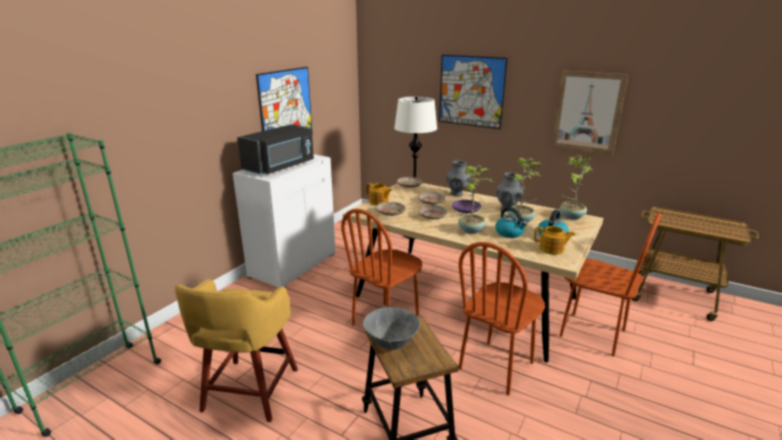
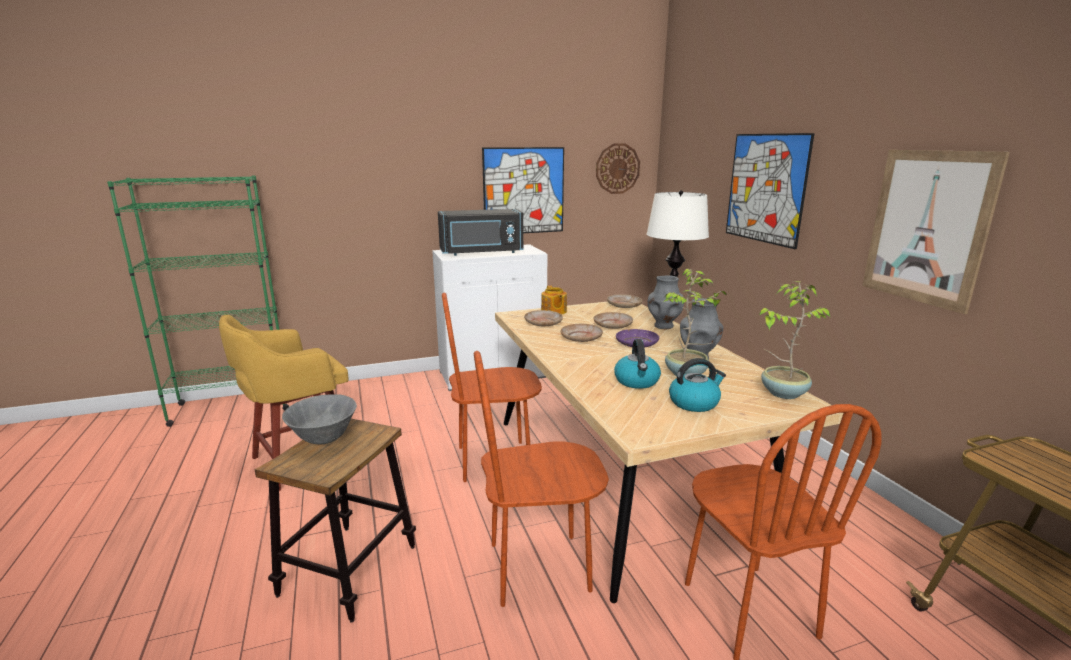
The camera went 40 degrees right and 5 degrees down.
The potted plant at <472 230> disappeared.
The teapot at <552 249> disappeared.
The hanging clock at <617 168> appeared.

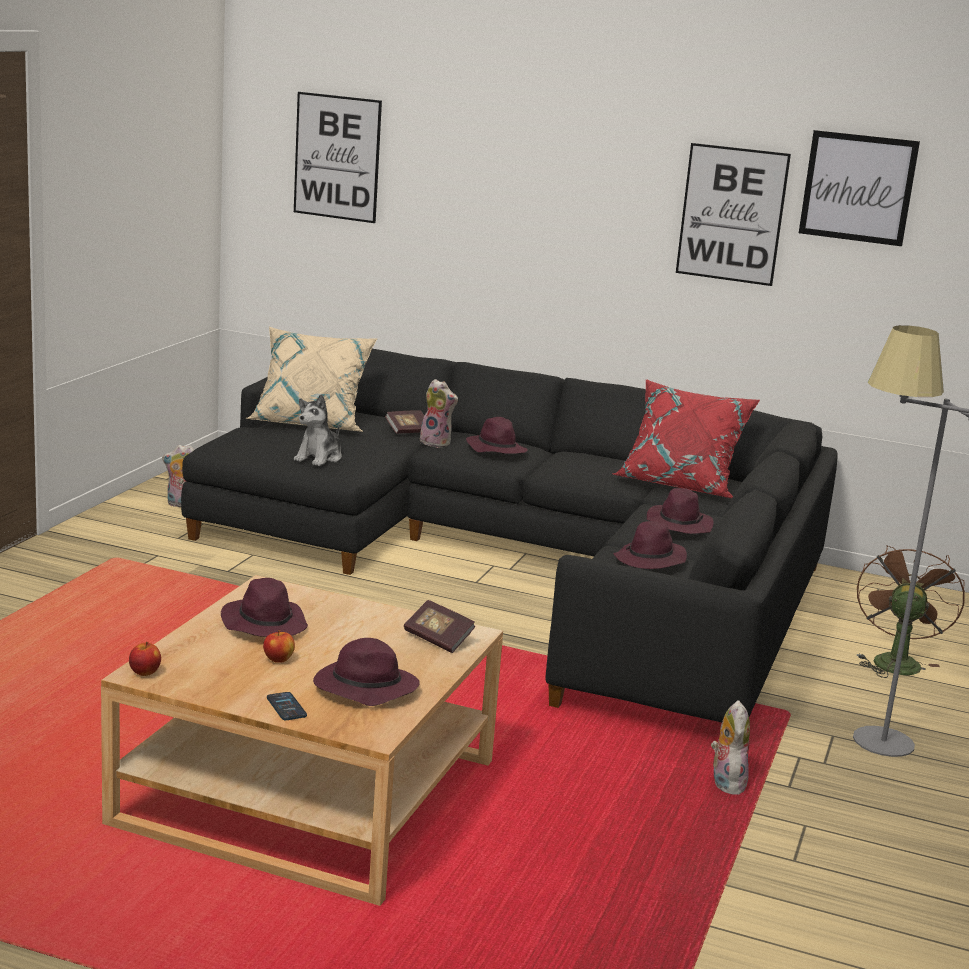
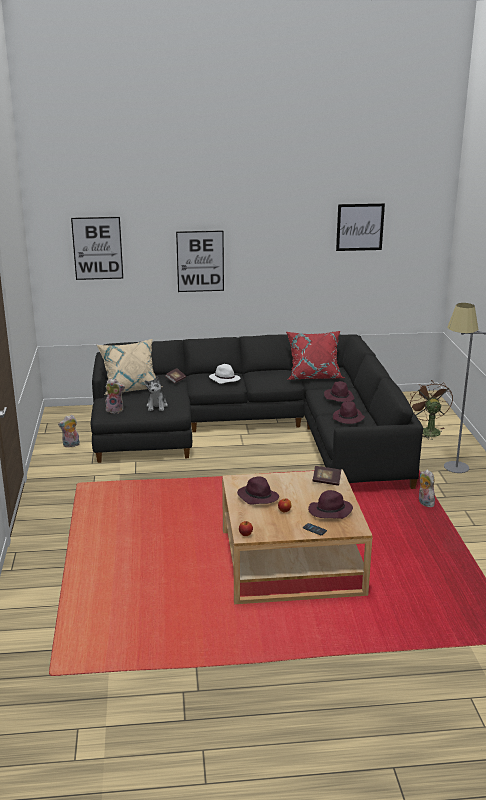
The camera went 25 degrees left and 5 degrees up.
The cuddly toy moved from <437 443> to <115 410>.
The picture moved from <732 214> to <200 261>.
The purple wearable hat at <495 449> became the white-coloured wearable hat at <224 379>.

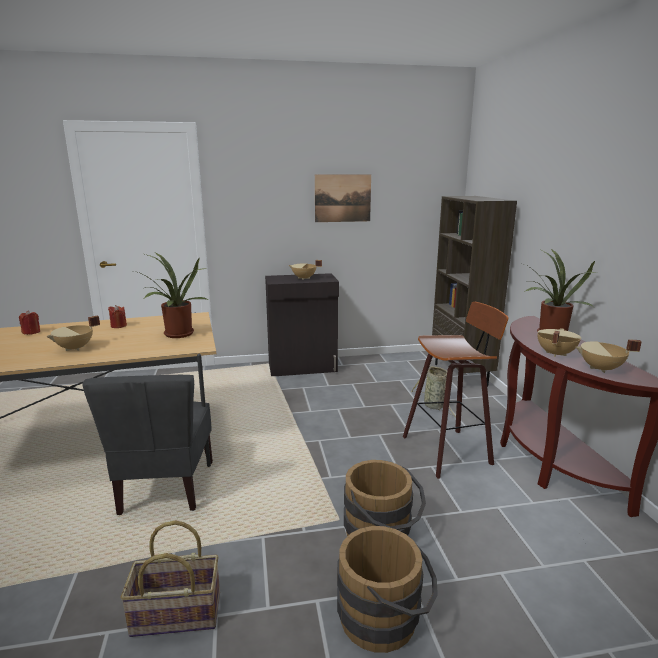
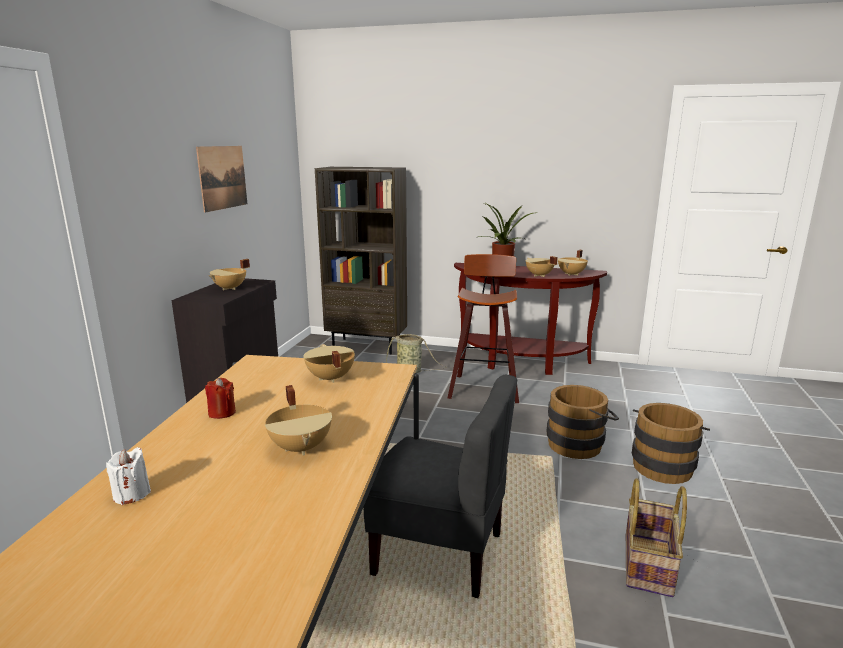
The camera went 65 degrees left and 0 degrees up.
The potted plant at <176 335> was replaced by the sand-coloured saucepot at <329 378>.
The red-coloured wax candle at <31 332> became the white-coloured wax candle at <132 494>.

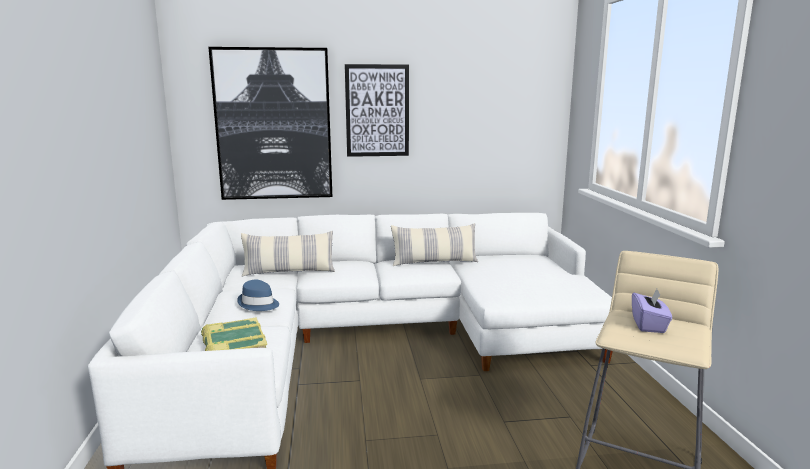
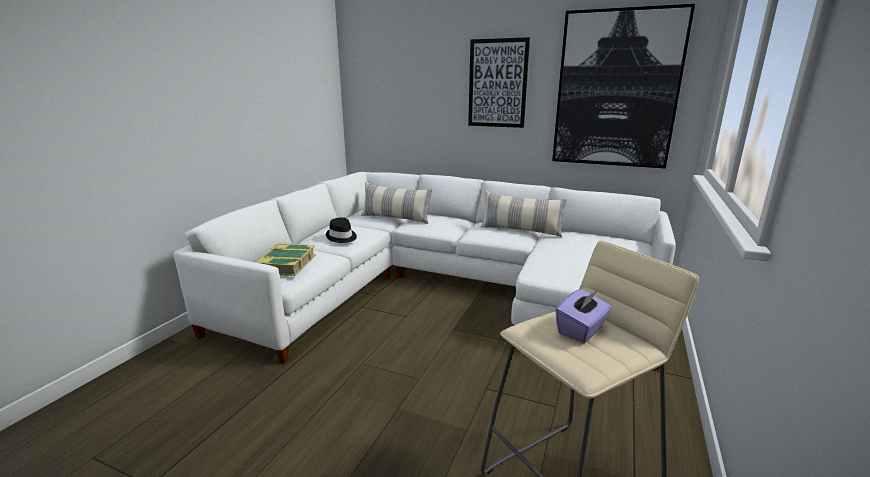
The camera went 30 degrees right and 5 degrees up.
The picture moved from <273 125> to <616 90>.
The bluish wearable hat at <258 304> became the black-coloured wearable hat at <341 237>.

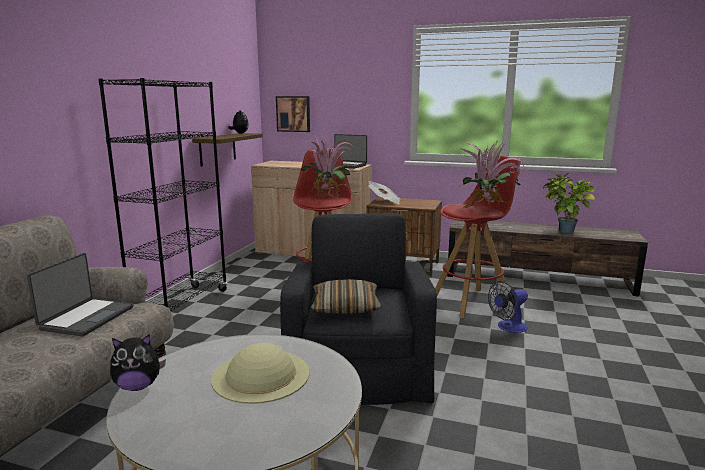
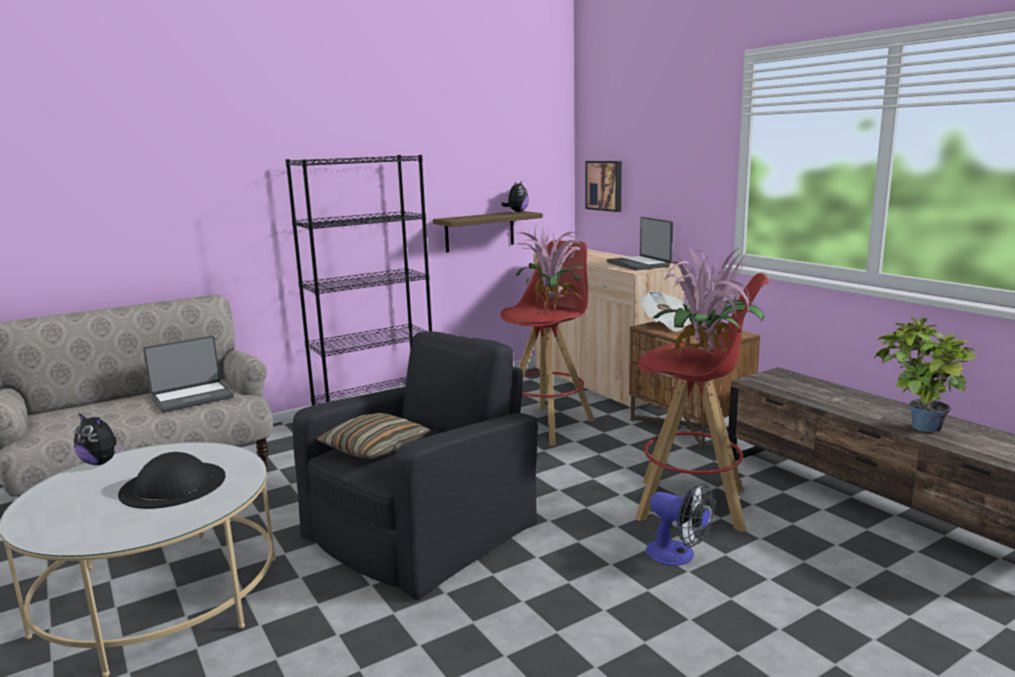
The camera went 40 degrees right and 0 degrees up.
The sand-coloured wearable hat at <260 375> became the black-coloured wearable hat at <173 484>.
The fan at <508 327> turned 150 degrees counterclockwise.

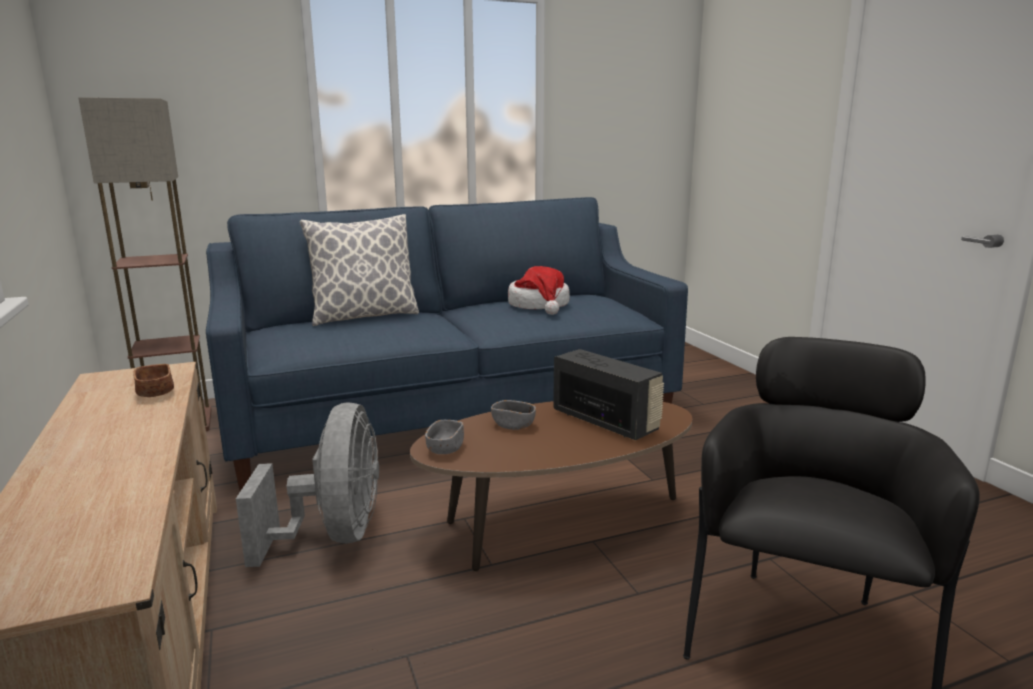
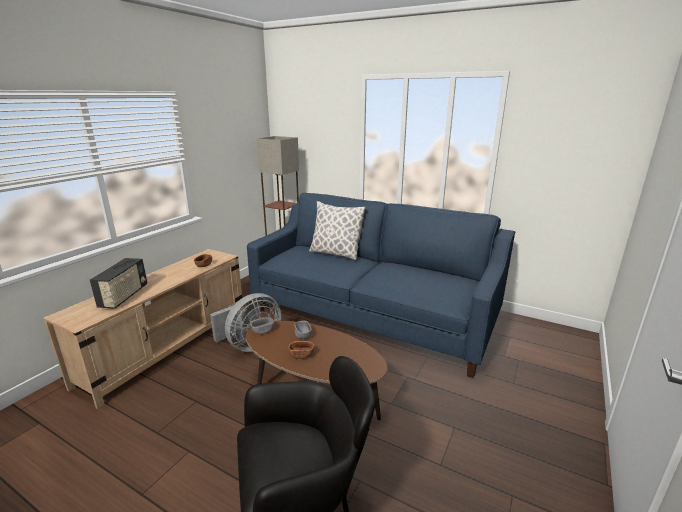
The camera went 50 degrees right and 5 degrees up.
The wearable hat at <539 305> disappeared.
The brownish deep dish at <301 355> appeared.
The radio moved from <605 422> to <124 296>.

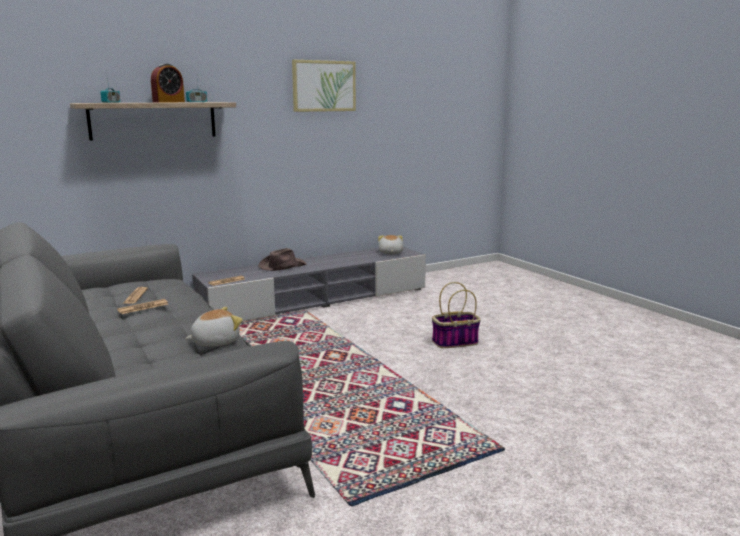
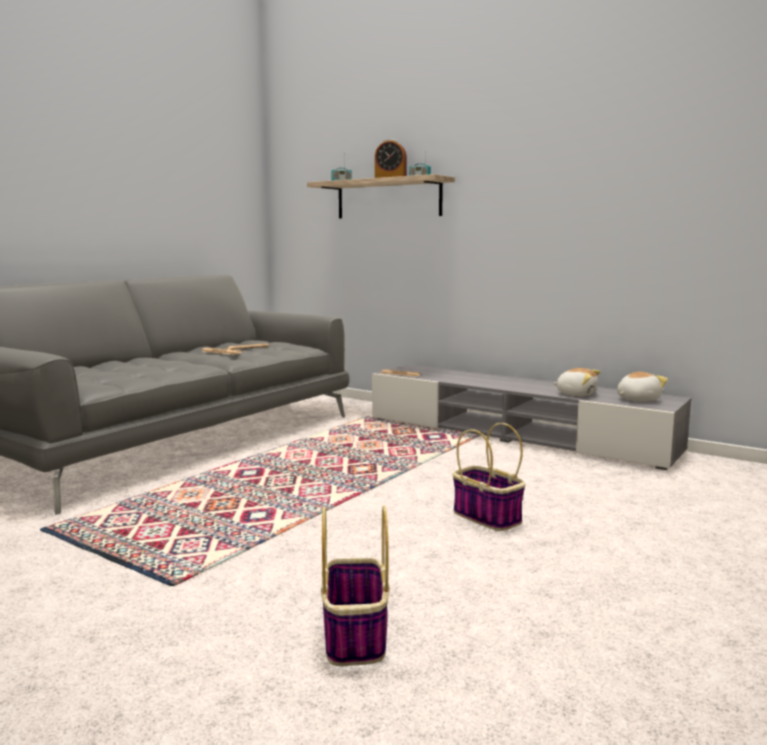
The camera went 65 degrees right and 5 degrees down.
The brownish wearable hat at <281 266> disappeared.
The picture at <324 86> disappeared.
The storage basket at <355 637> appeared.
The cuddly toy moved from <215 342> to <576 394>.

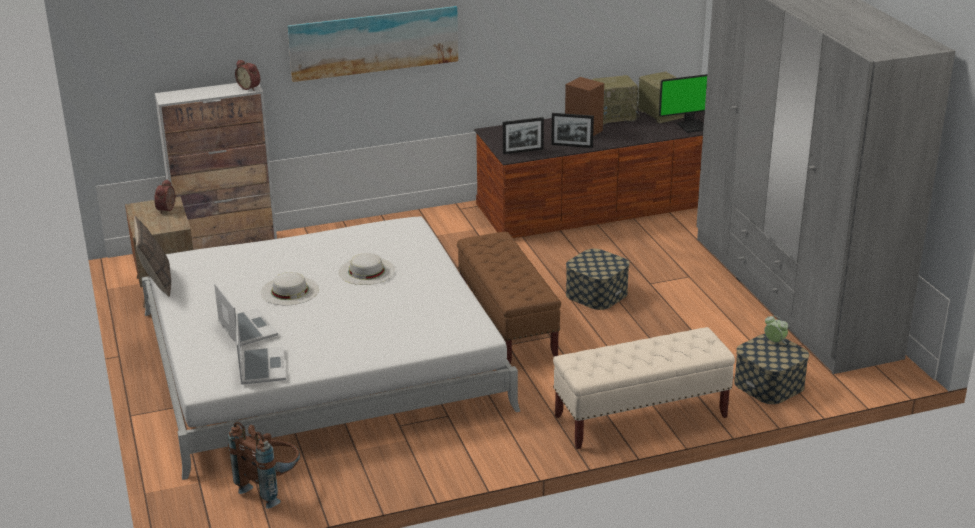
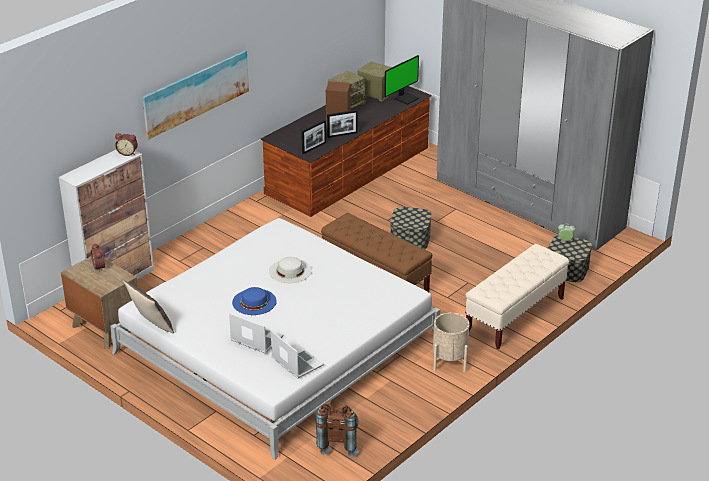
The camera went 30 degrees left and 5 degrees up.
The sand-coloured planter at <449 361> appeared.
The white-coloured wearable hat at <290 291> became the bluish wearable hat at <254 302>.

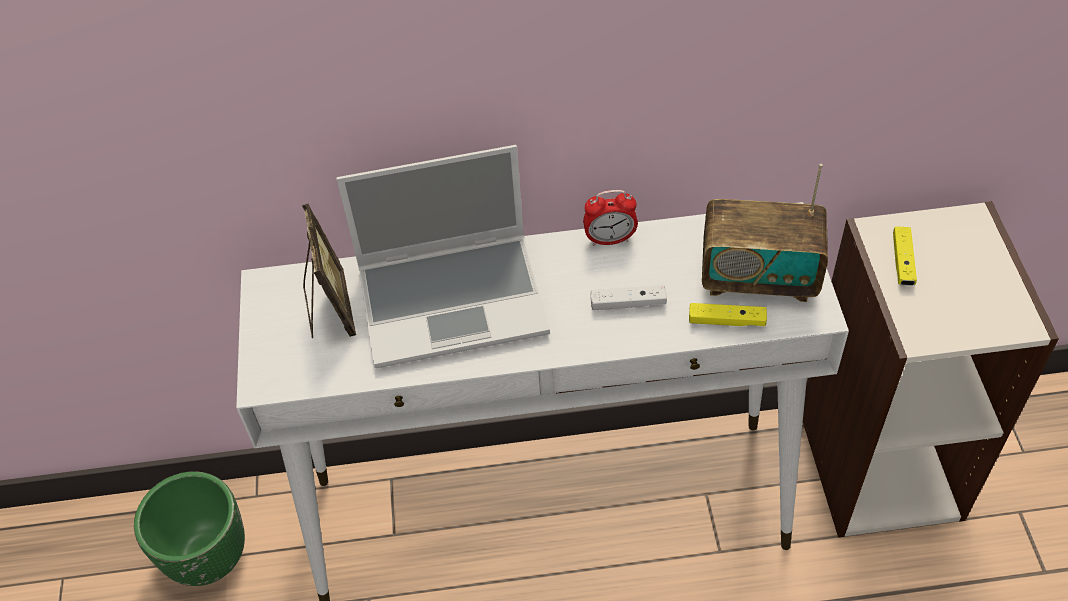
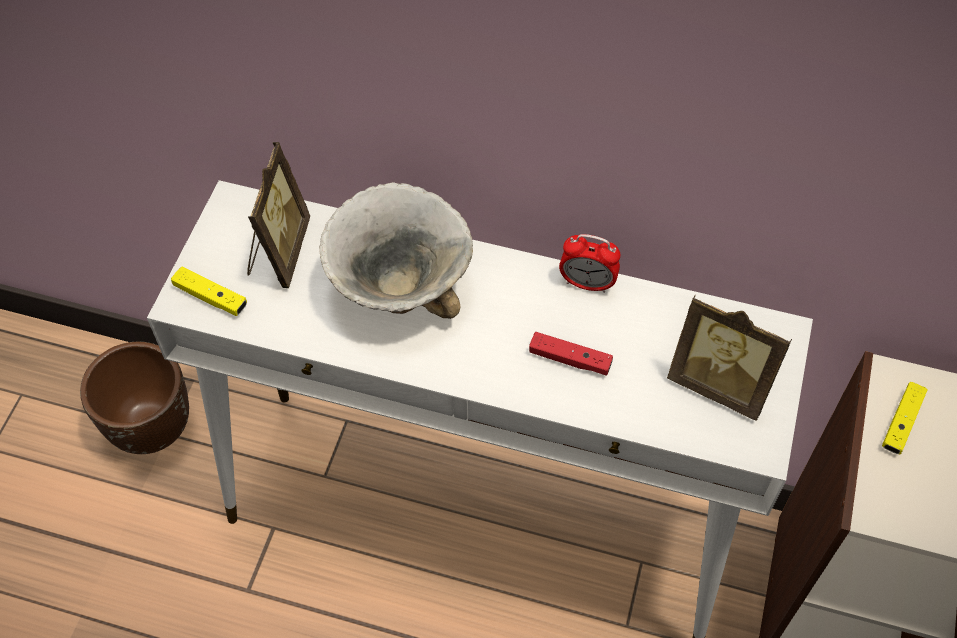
The camera went 20 degrees right and 5 degrees up.
The yellow gamepad moved from <726 321> to <211 297>.
The portable computer at <454 299> was replaced by the deep dish at <401 287>.
The radio at <758 277> was replaced by the photo frame at <720 384>.
The greenish planter at <208 556> became the brownish planter at <152 426>.
The white-coloured gamepad at <628 303> became the red-coloured gamepad at <570 359>.

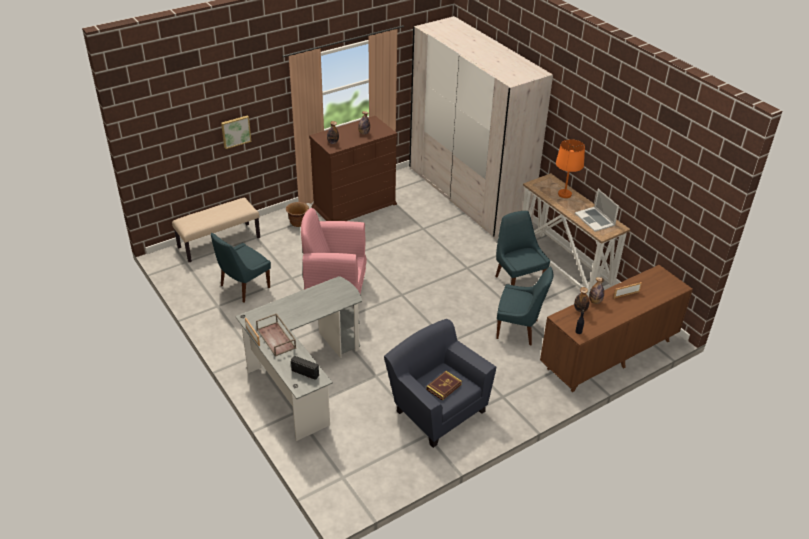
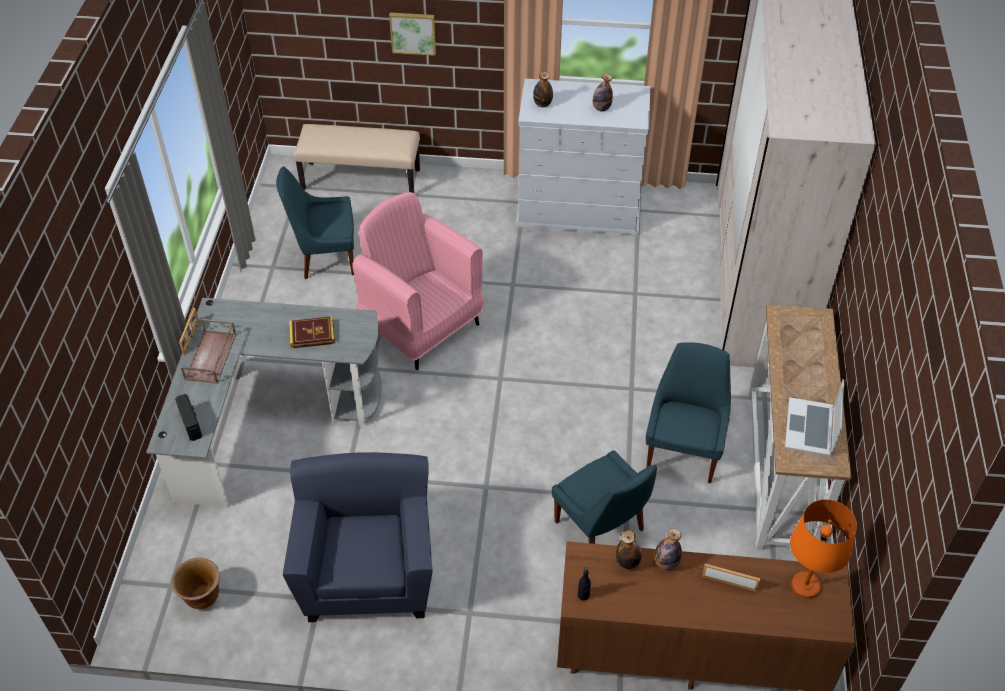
The camera went 40 degrees right and 10 degrees up.
The brownish planter moved from <298 223> to <203 597>.
The bound book moved from <444 387> to <312 334>.
The orange-coloured table lamp moved from <565 194> to <806 586>.
The brownish chest of drawers at <354 205> became the white-coloured chest of drawers at <579 210>.

